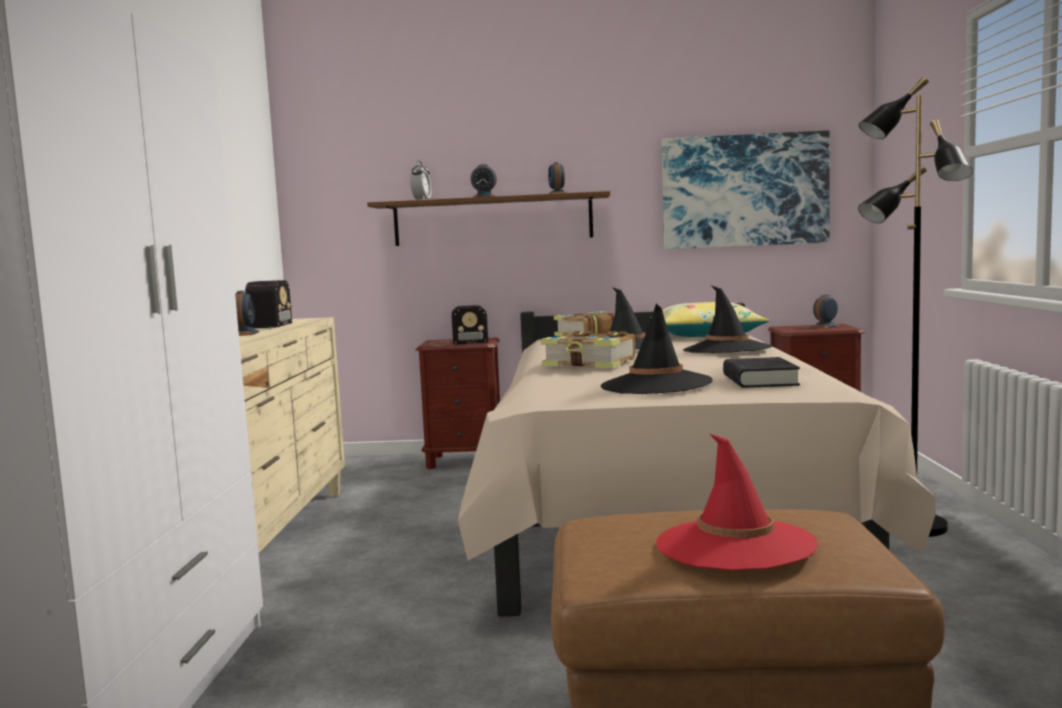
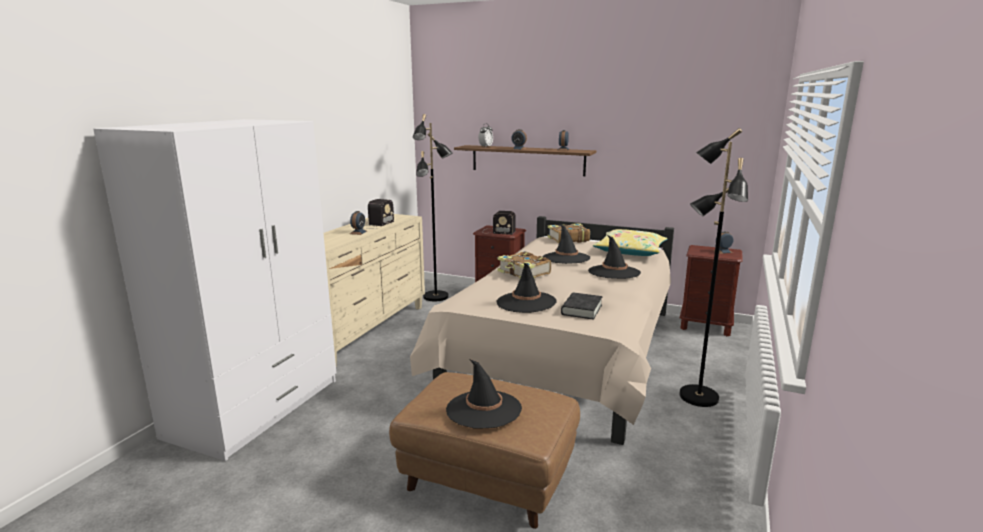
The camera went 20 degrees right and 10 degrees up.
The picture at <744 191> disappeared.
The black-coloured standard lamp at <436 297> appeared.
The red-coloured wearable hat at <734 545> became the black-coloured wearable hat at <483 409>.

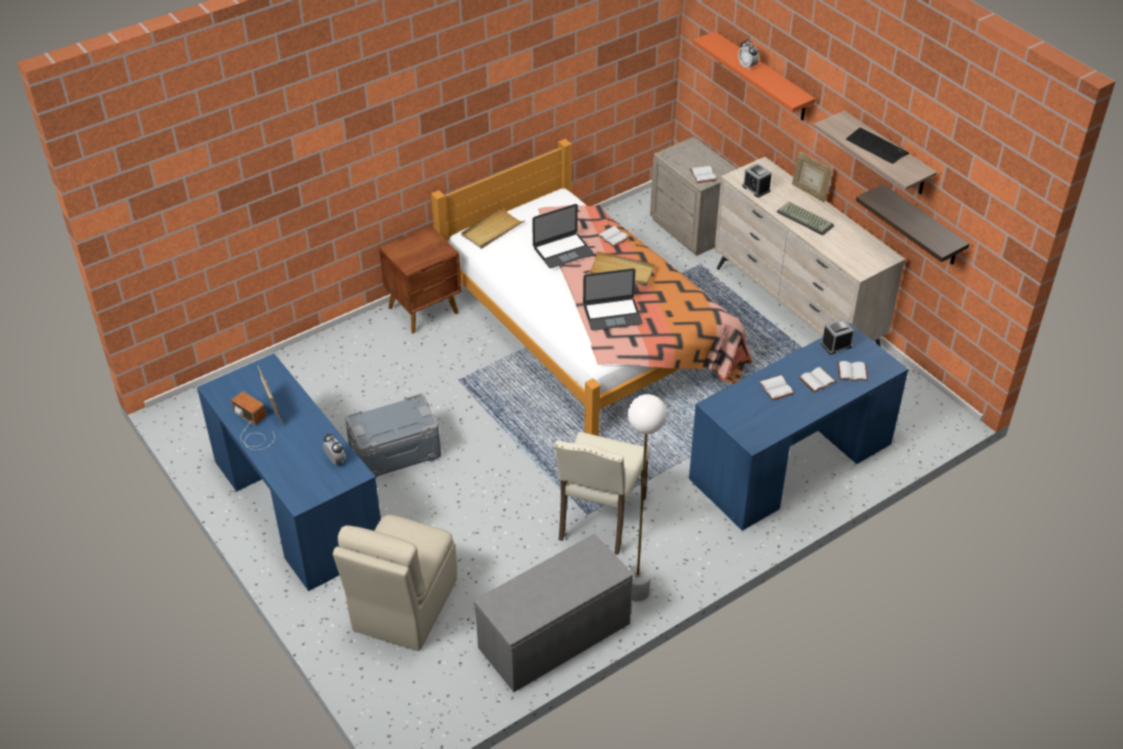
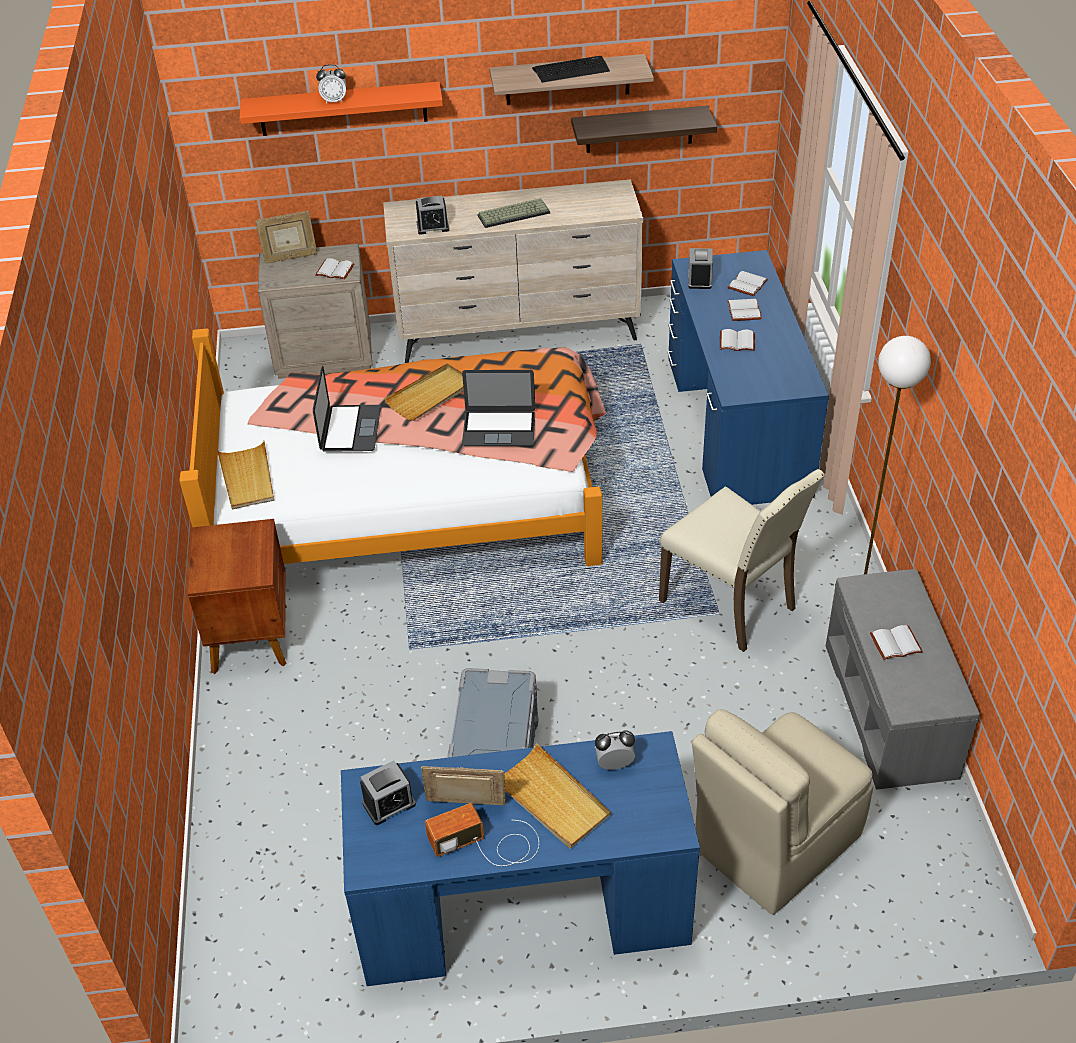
The camera went 60 degrees left and 0 degrees up.
The alarm clock at <389 804> appeared.
The sand-coloured serving tray at <552 799> appeared.
The white-coloured bound book moved from <614 237> to <896 642>.
The photo frame moved from <809 192> to <290 257>.
The sand-coloured plain chair at <403 607> turned 90 degrees clockwise.
The portable computer at <612 314> turned 75 degrees clockwise.

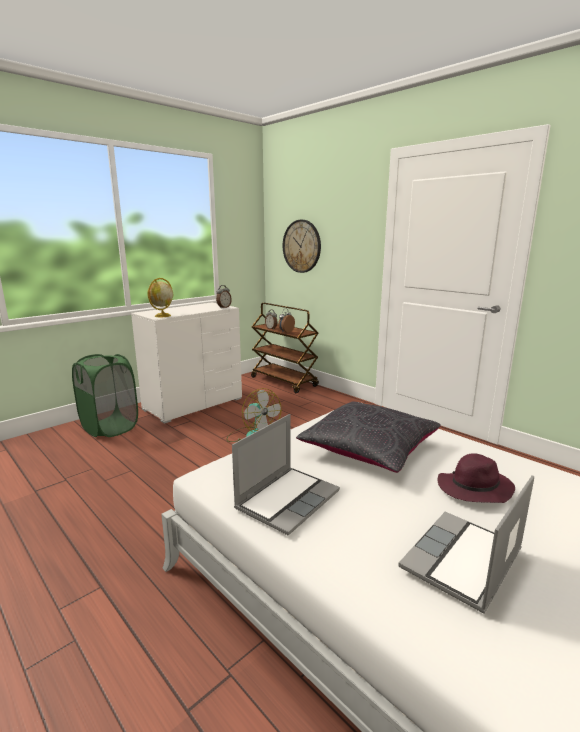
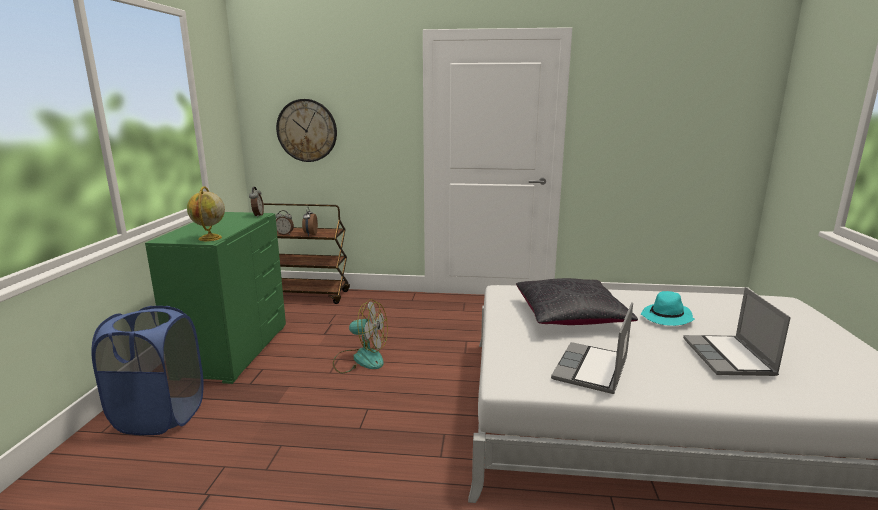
The camera went 40 degrees left and 0 degrees up.
The greenish laundry basket at <110 427> became the bluish laundry basket at <160 416>.
The white-coloured chest of drawers at <193 403> became the greenish chest of drawers at <232 350>.
The purple wearable hat at <473 490> became the blue-green wearable hat at <667 318>.
The portable computer at <287 499> turned 150 degrees counterclockwise.

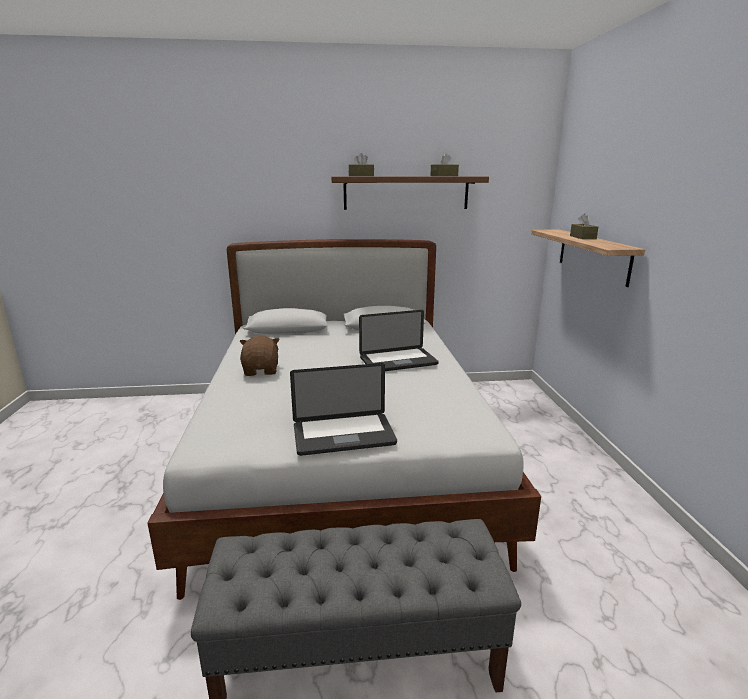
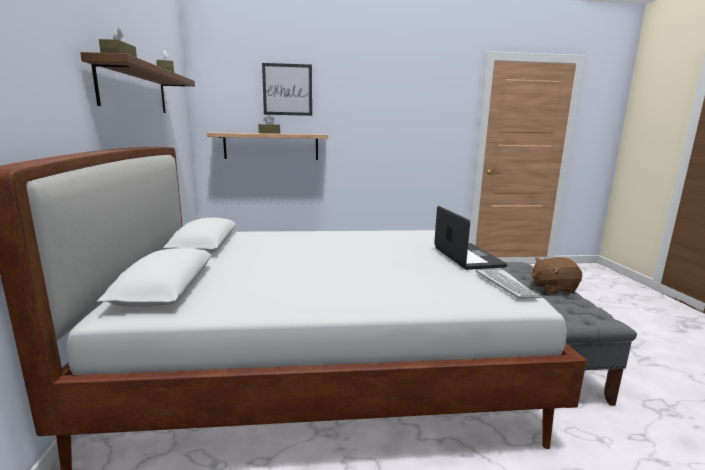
The camera went 90 degrees left and 5 degrees down.
The portable computer at <398 361> disappeared.
The picture at <287 89> appeared.
The PC keyboard at <506 284> appeared.
The brownish cuddly toy moved from <261 370> to <553 288>.

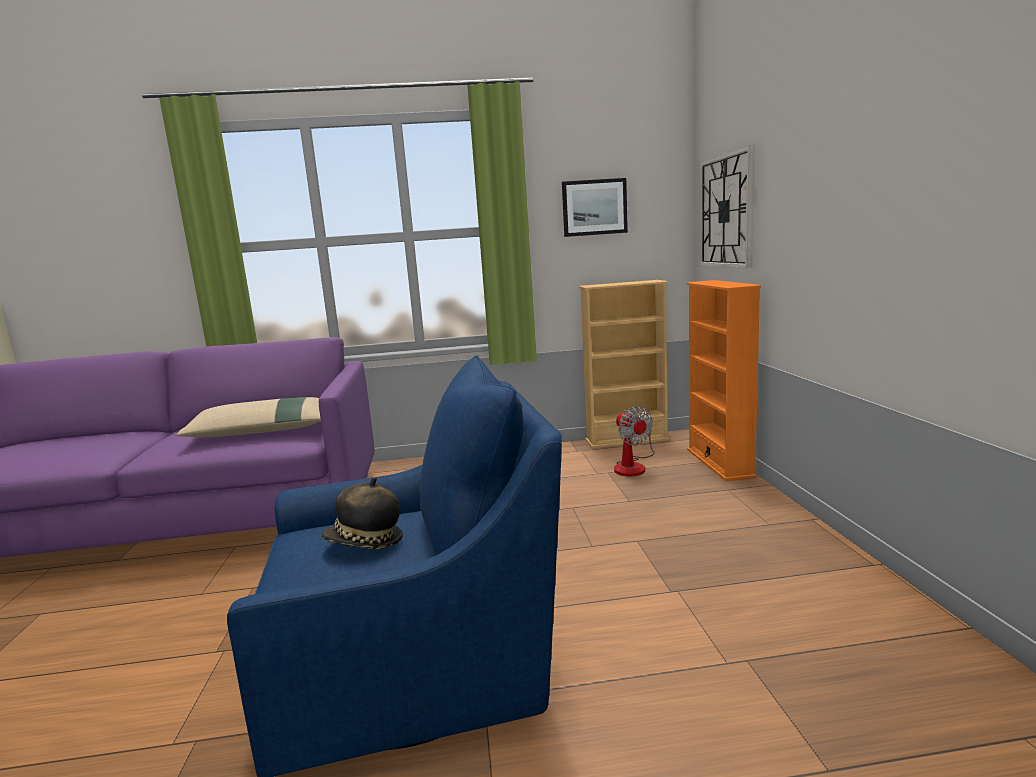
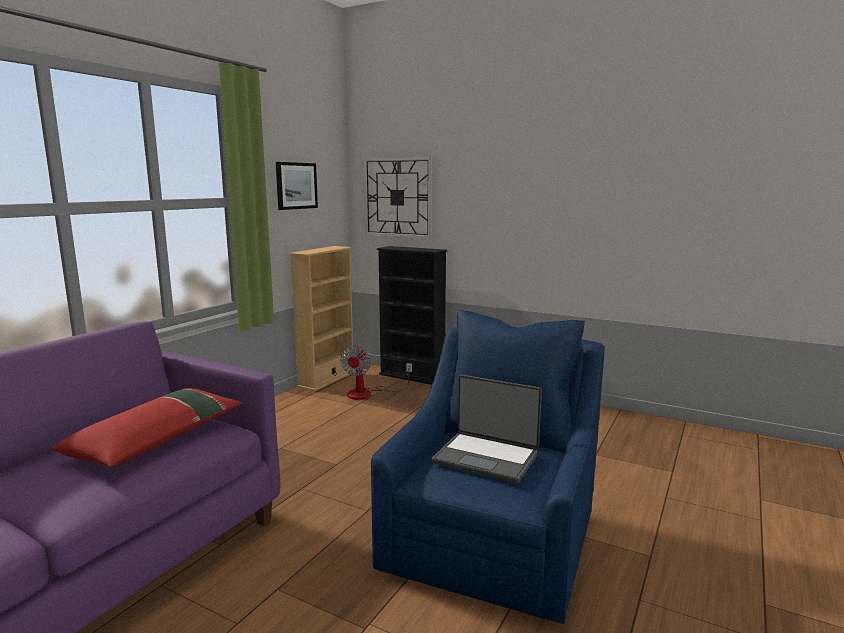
The camera went 55 degrees left and 0 degrees up.
The wearable hat at <365 543> was replaced by the portable computer at <486 457>.
The sand-coloured pillow at <262 431> became the red-coloured pillow at <158 439>.
The orange-coloured bookcase at <719 463> became the black-coloured bookcase at <412 376>.
The fan at <633 466> turned 90 degrees clockwise.

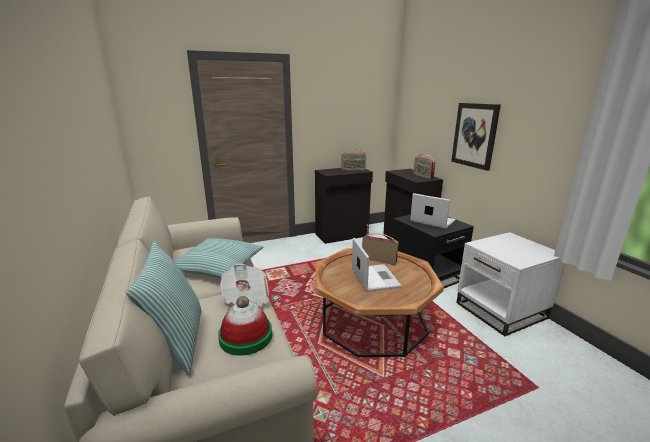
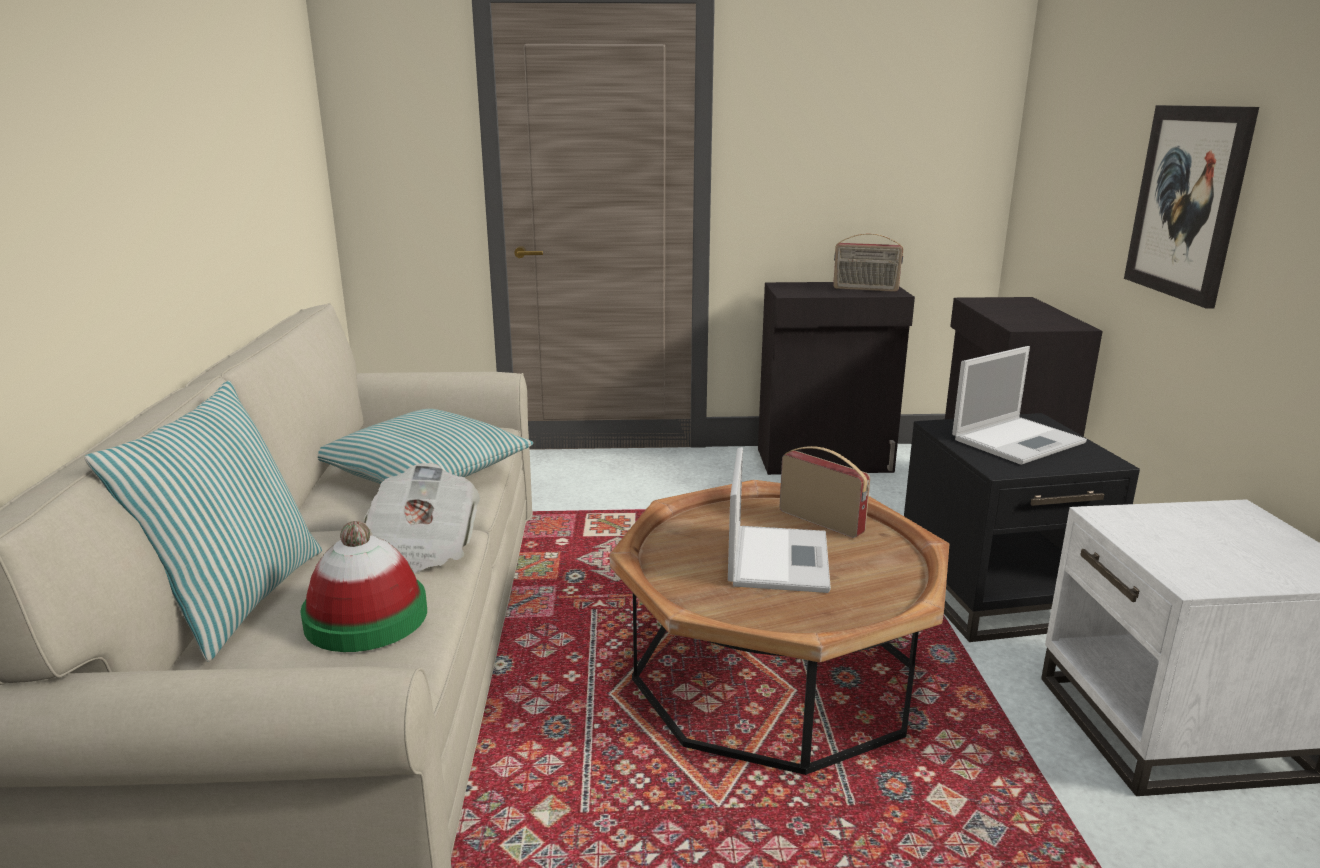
The camera went 20 degrees right and 0 degrees up.
The radio at <422 176> disappeared.
The portable computer at <431 221> turned 90 degrees clockwise.

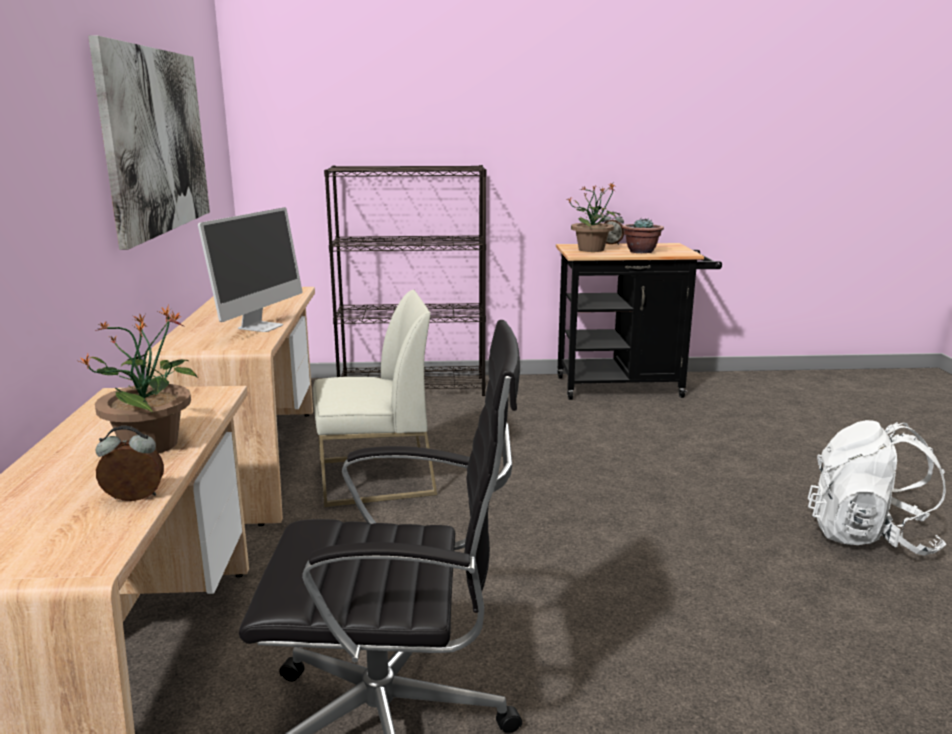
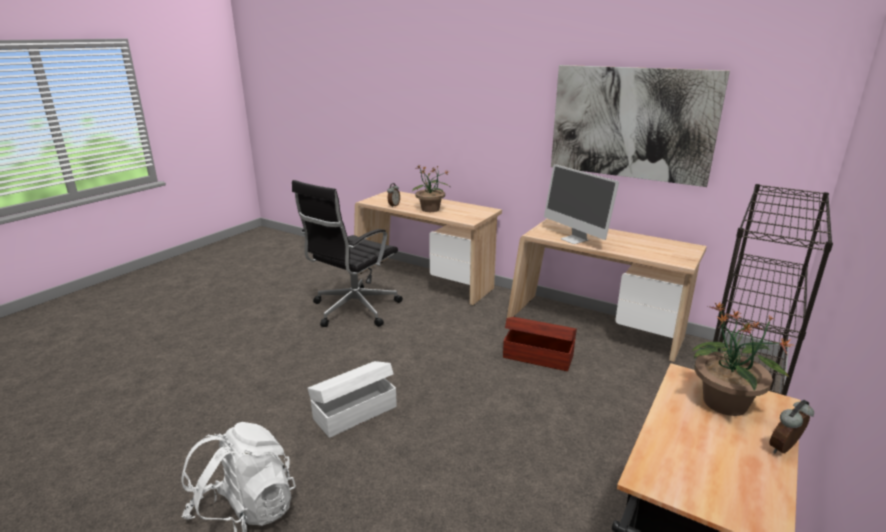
The camera went 125 degrees right and 5 degrees up.
The potted plant at <641 251> disappeared.
The white-coloured storage container at <354 412> appeared.
The white-coloured plain chair at <375 478> was replaced by the brownish storage container at <537 356>.

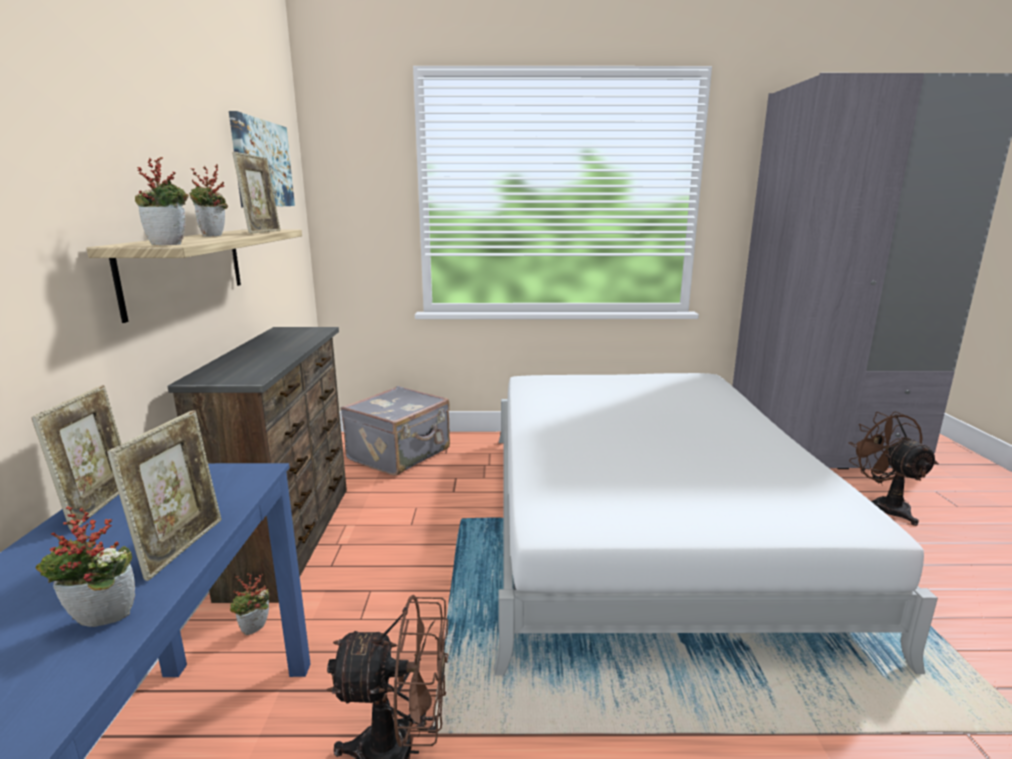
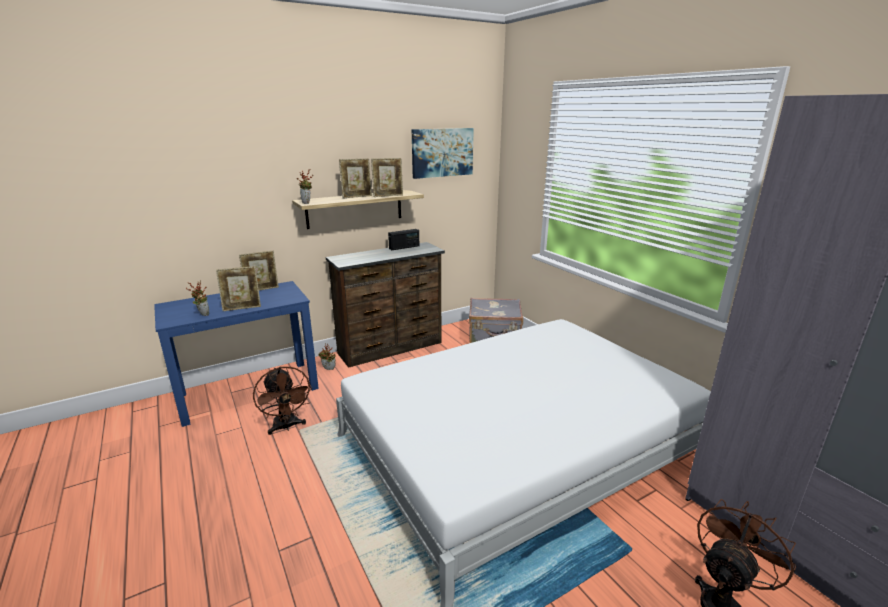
The camera went 60 degrees right and 5 degrees up.
The radio at <404 247> appeared.
The potted plant at <214 236> was replaced by the photo frame at <357 197>.

